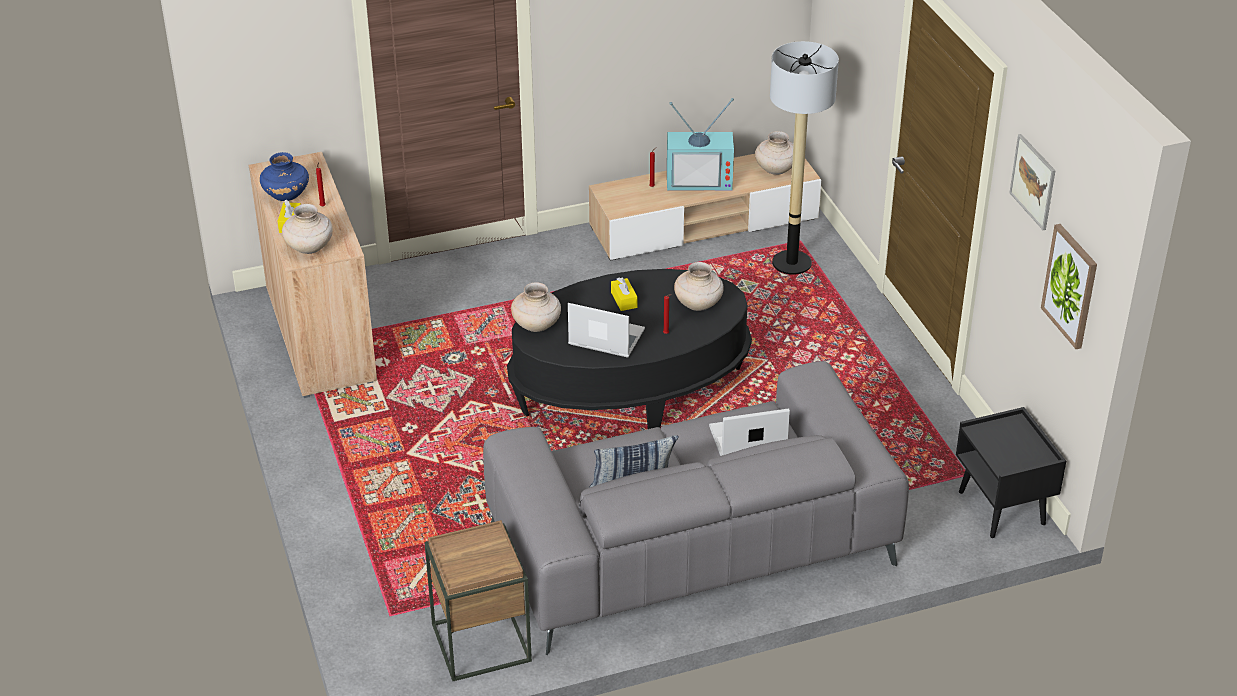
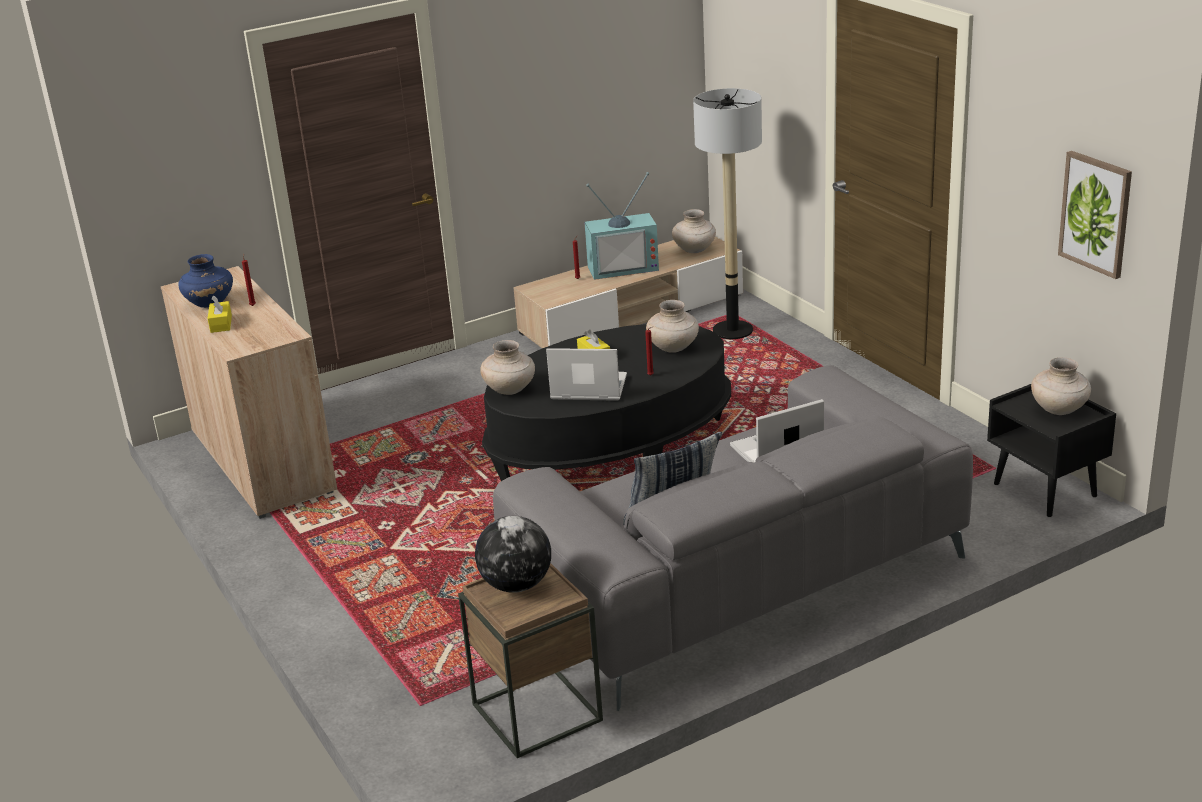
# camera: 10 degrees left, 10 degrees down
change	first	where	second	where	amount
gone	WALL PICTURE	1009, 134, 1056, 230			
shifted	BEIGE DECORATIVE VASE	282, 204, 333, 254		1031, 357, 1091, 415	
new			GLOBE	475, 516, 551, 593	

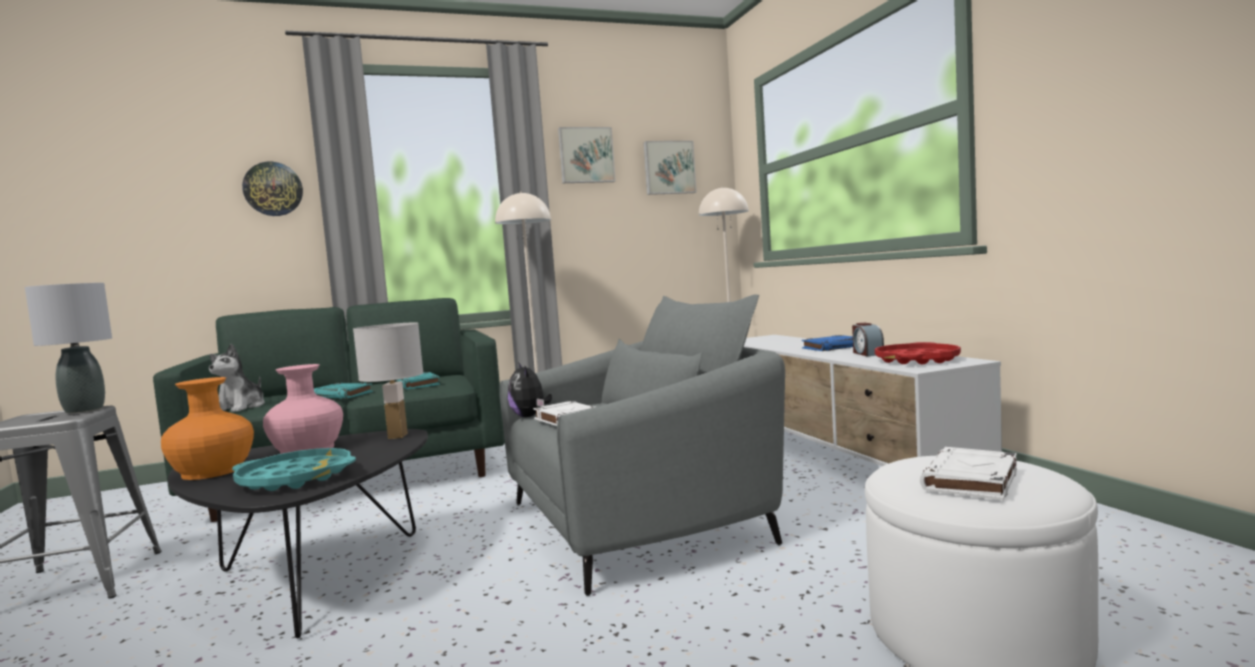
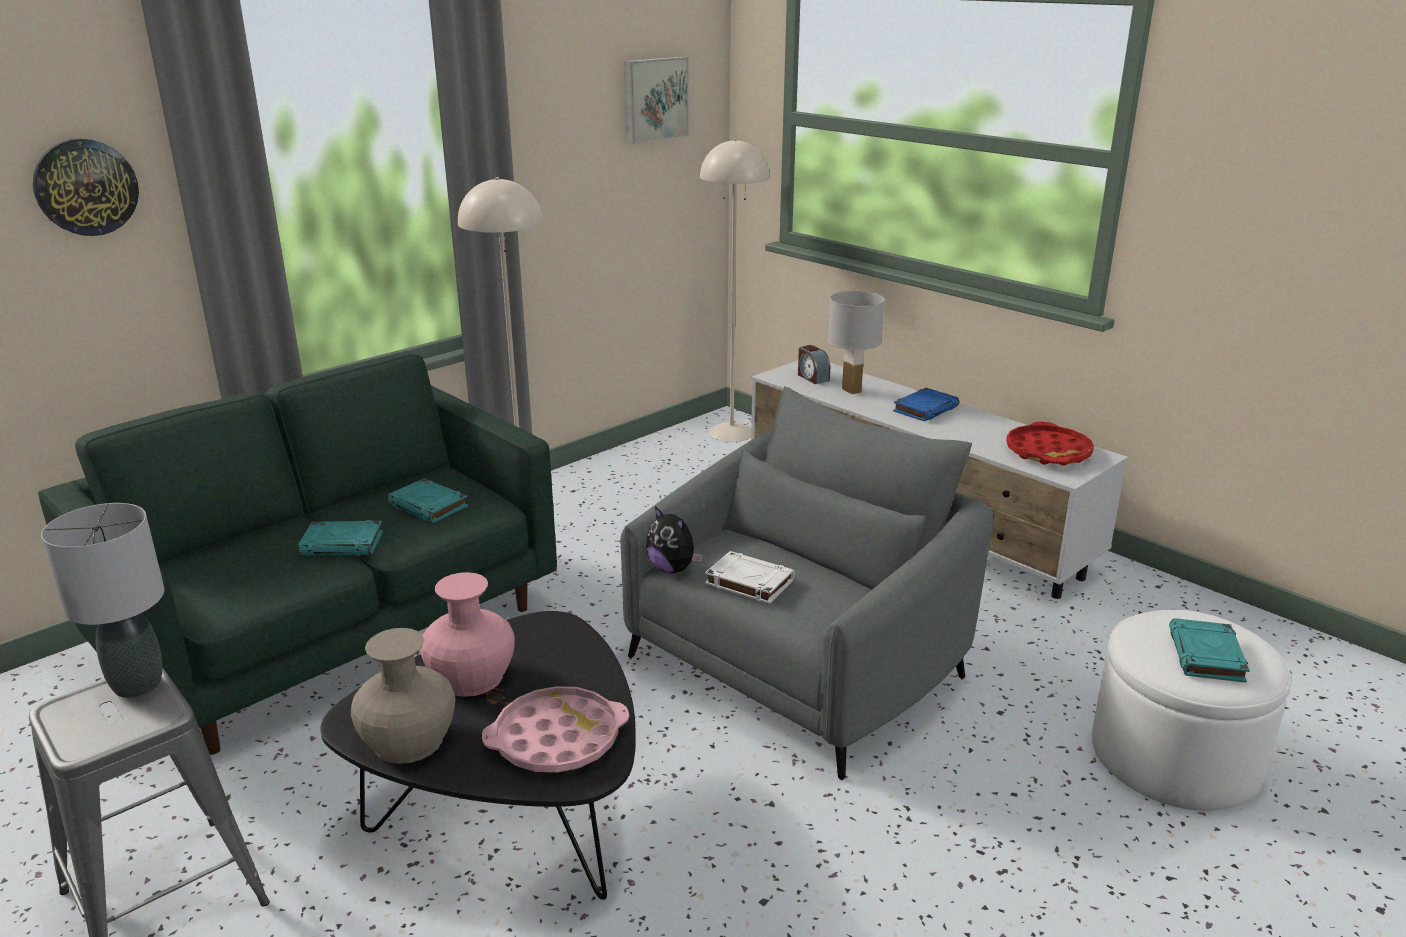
# camera: 25 degrees left, 20 degrees up
change	first	where	second	where	amount
gone	WALL PICTURE	558, 127, 616, 183			
shifted	WHITE-COLOURED TABLETOP LAMP	353, 322, 424, 439		828, 291, 885, 394	
shifted	TABLE CLOCK	852, 323, 884, 356		798, 345, 830, 384	
gone	PLUSH TOY	209, 344, 265, 412			
repainted	ORANGEY DECORATIVE VASE	161, 377, 254, 480	BEIGE DECORATIVE VASE	351, 628, 456, 764	
repainted	WHITE-COLOURED VOLUME	920, 447, 1017, 500	BLUE-GREEN VOLUME	1169, 618, 1250, 683	
repainted	BLUE-GREEN CARRYING TRAY	232, 448, 356, 491	PINKISH CARRYING TRAY	482, 686, 629, 773	

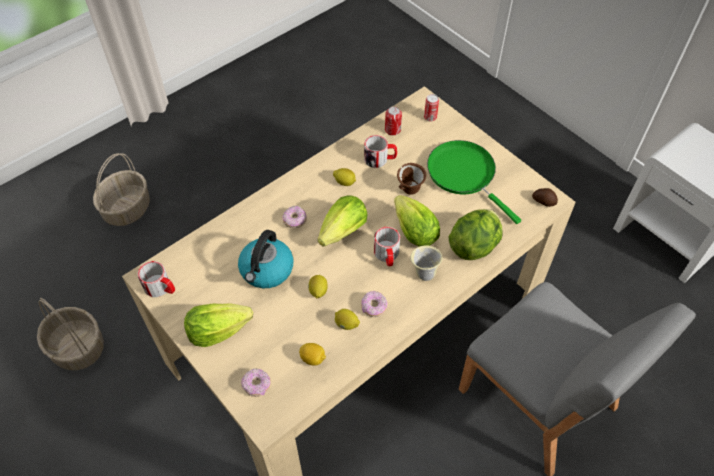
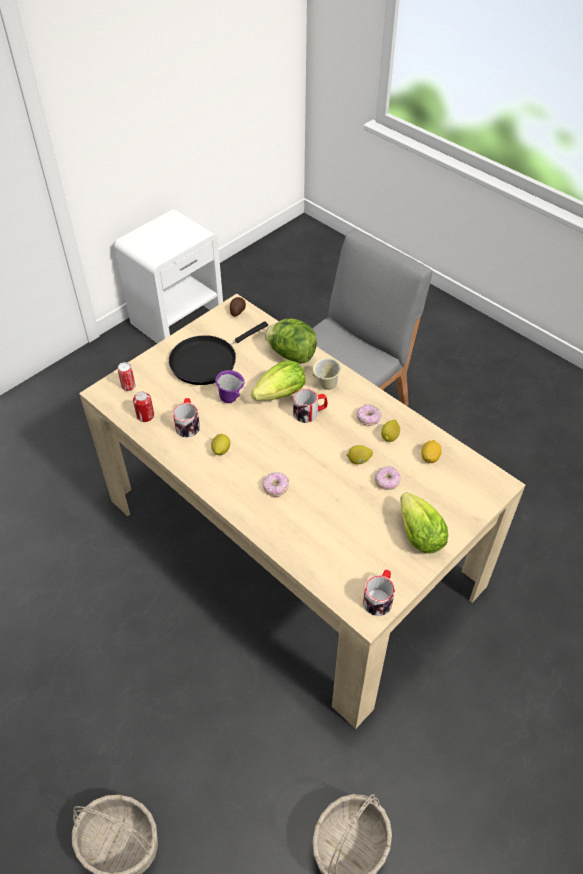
# camera: 95 degrees left, 5 degrees down
change	first	where	second	where	amount
repainted	GREENISH FRYING PAN	427, 140, 521, 224	BLACK FRYING PAN	169, 322, 268, 385	
repainted	BROWN TEA MUG	397, 163, 427, 195	PURPLE-COLOURED TEA MUG	215, 370, 244, 403	
gone	LETTUCE	318, 195, 368, 246			
gone	WATER KETTLE	238, 230, 293, 288			
shifted	DOUGHNUT	241, 368, 271, 397		375, 466, 401, 490	

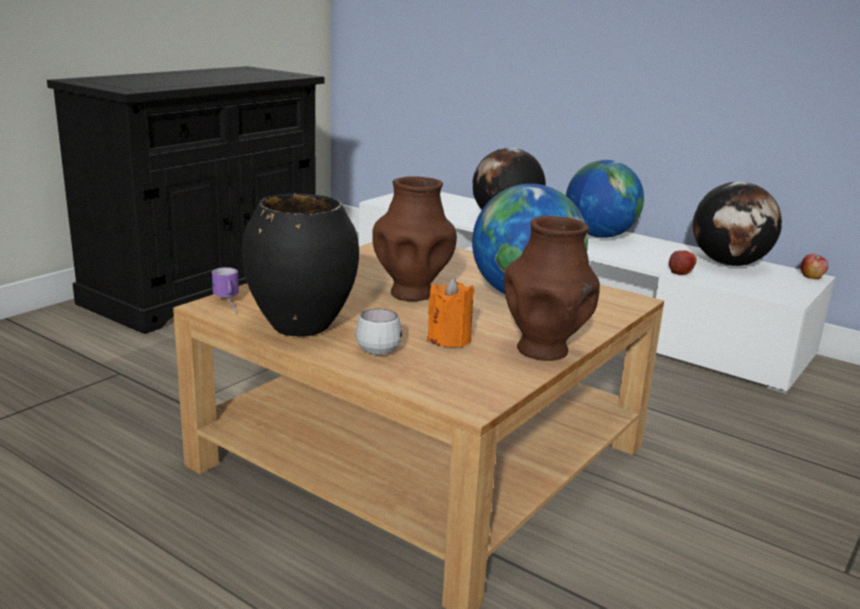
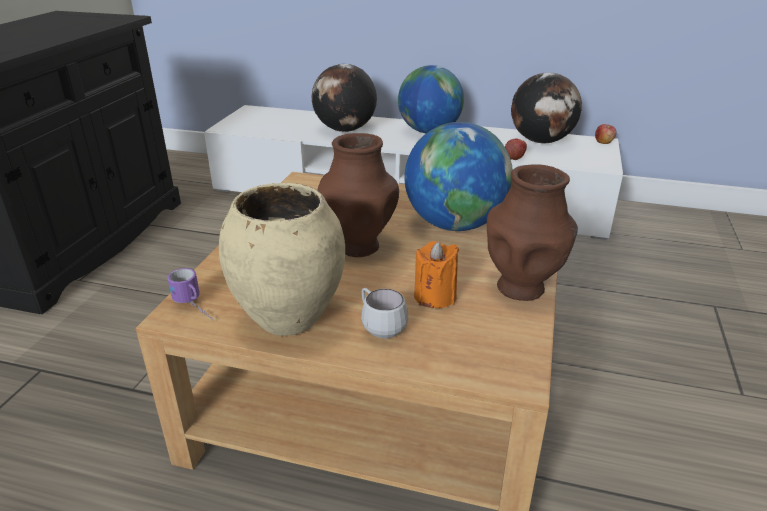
# camera: 20 degrees left, 10 degrees up
change	first	where	second	where	amount
repainted	BLACK DECORATIVE VASE	242, 193, 359, 336	BEIGE DECORATIVE VASE	219, 183, 345, 336	

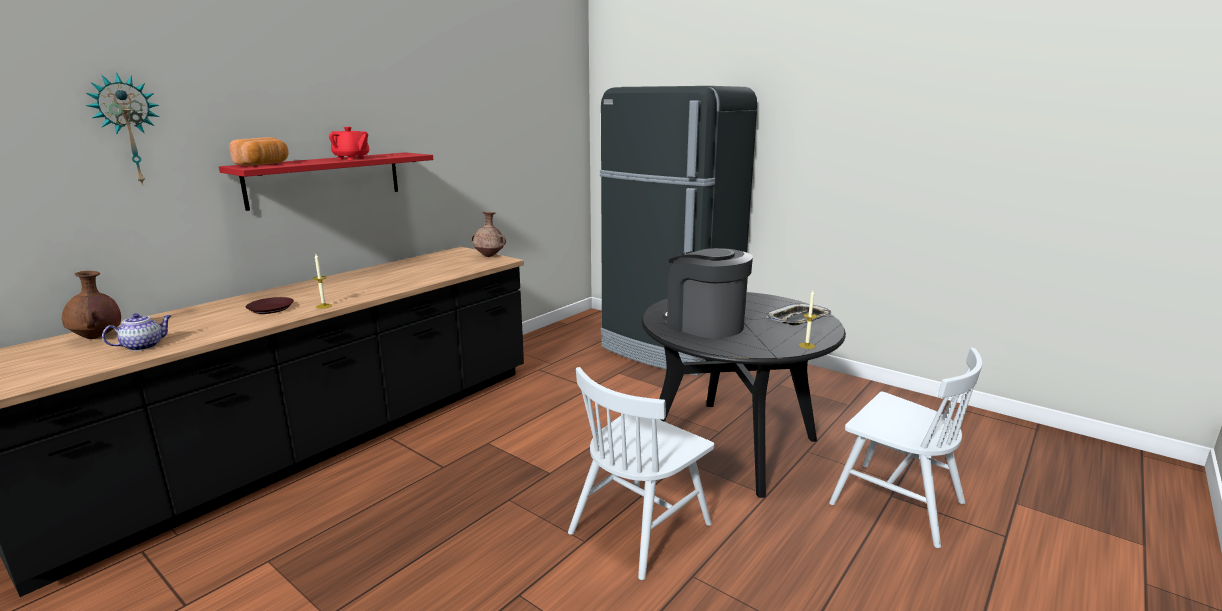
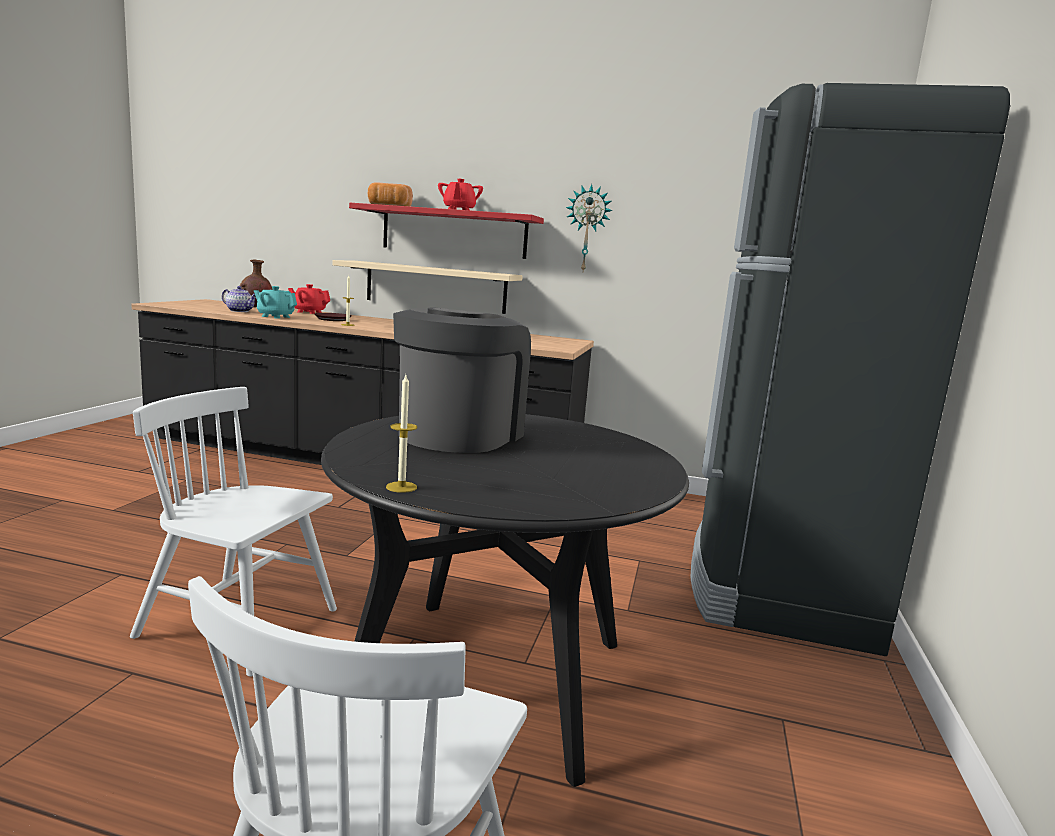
# camera: 65 degrees right, 5 degrees down
change	first	where	second	where	amount
shifted	HANGING CLOCK	86, 73, 159, 186		566, 184, 613, 271	
gone	BROWN DECORATIVE VASE	471, 212, 506, 257			
gone	CARRYING TRAY	766, 303, 831, 325			
new			BEIGE SHELF	333, 260, 523, 314	
new			REDDISH TEAPOT	288, 284, 330, 314	
new			BLUE-GREEN TEAPOT	254, 286, 297, 319	

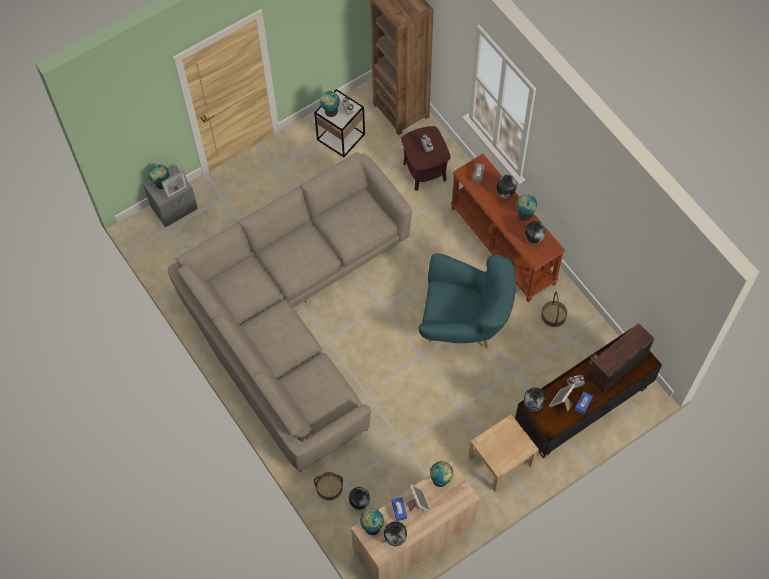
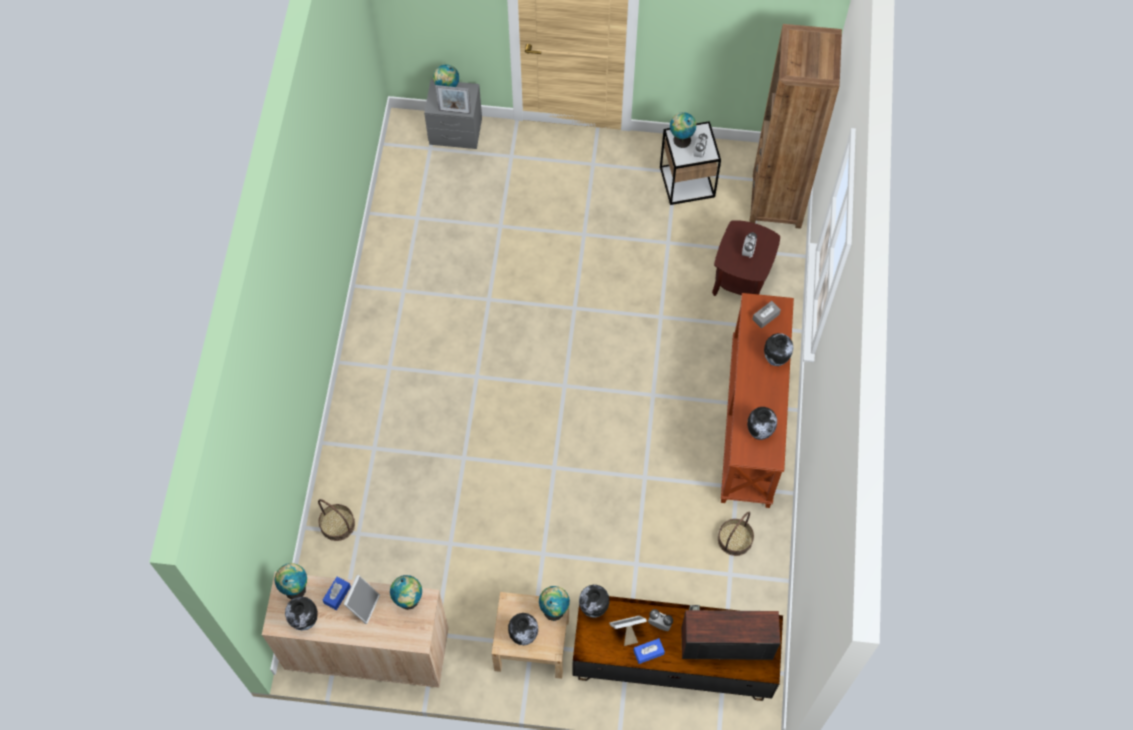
# camera: 40 degrees right, 0 degrees up
change	first	where	second	where	amount
gone	BEIGE COUCH	168, 152, 412, 473			
shifted	GLOBE	516, 194, 537, 221		539, 586, 570, 621	
gone	BLUE-GREEN ARMCHAIR	419, 253, 516, 349			
shifted	DECORATIVE VASE	349, 487, 370, 510		508, 613, 538, 645	

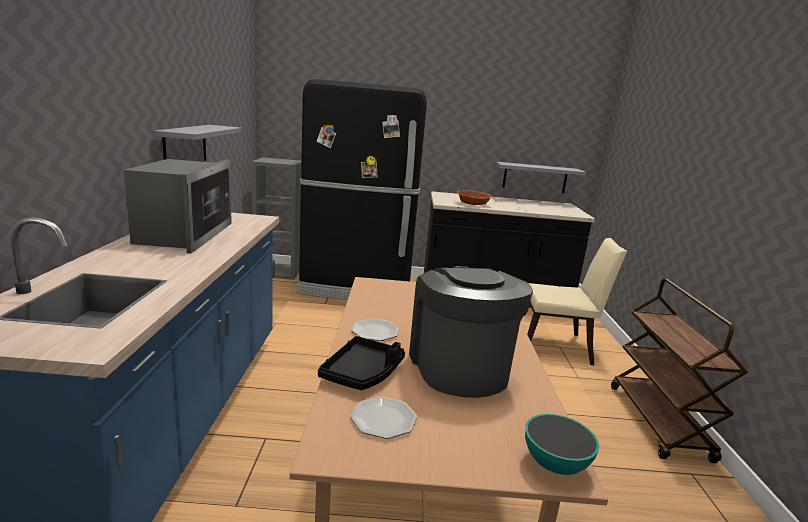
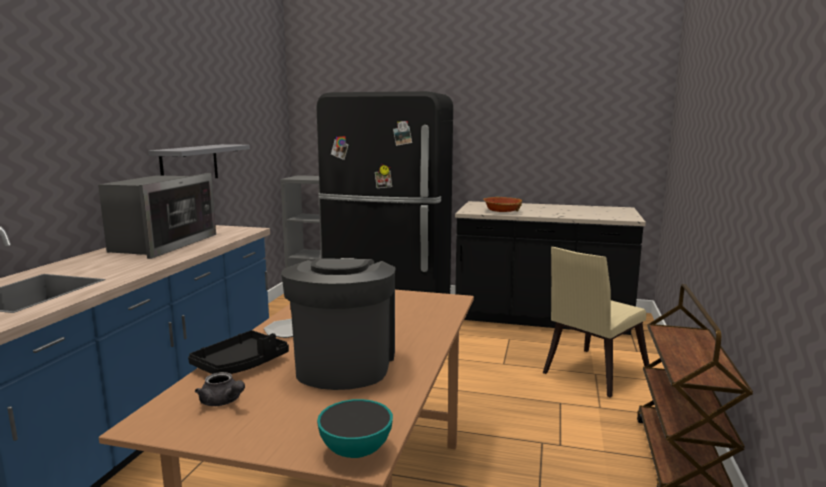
# camera: 15 degrees right, 5 degrees down
change	first	where	second	where	amount
gone	GRAY SHELF	496, 162, 586, 193			
rotated	BEIGE PLAIN CHAIR	521, 238, 627, 365		543, 247, 649, 398	120 degrees clockwise
swapped	DINNER PLATE	350, 396, 417, 439	GRAY TEAPOT	195, 372, 245, 406	

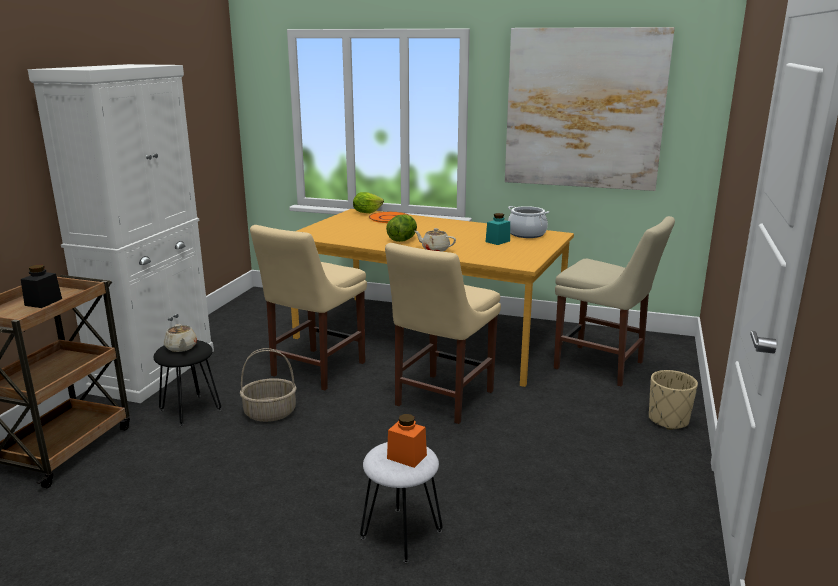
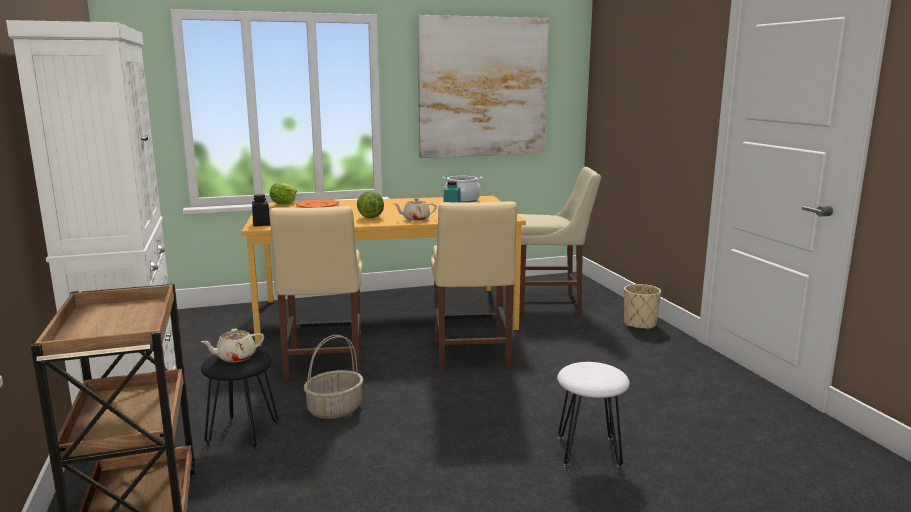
# camera: 35 degrees left, 5 degrees down
change	first	where	second	where	amount
shifted	BLACK STORAGE JAR	21, 265, 62, 308		252, 194, 270, 227	
rotated	BEIGE TEAPOT	164, 324, 197, 352		201, 329, 264, 362	120 degrees clockwise
gone	ORANGEY STORAGE JAR	387, 414, 427, 468			

